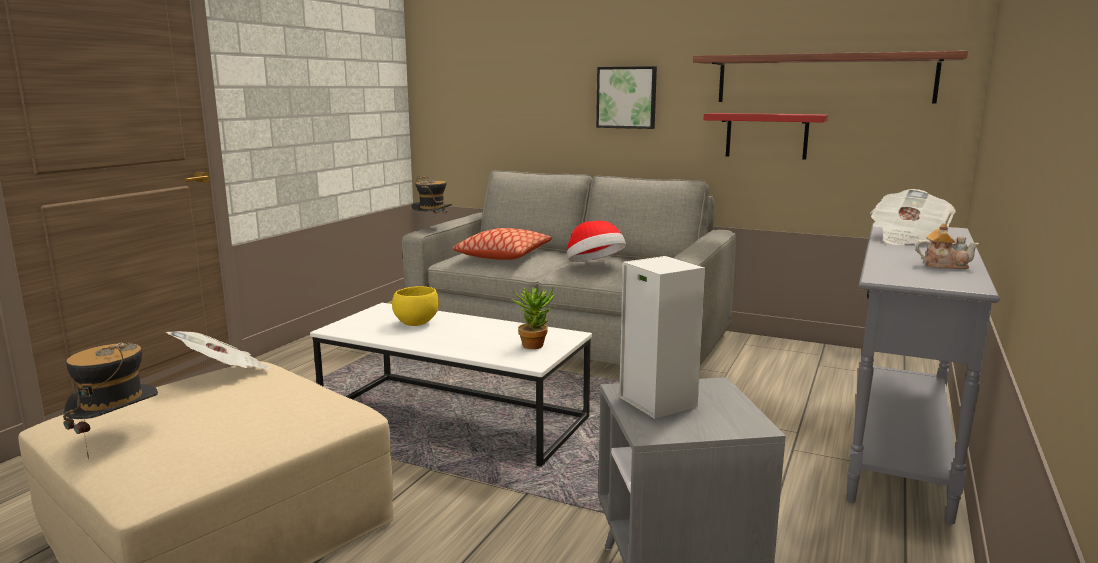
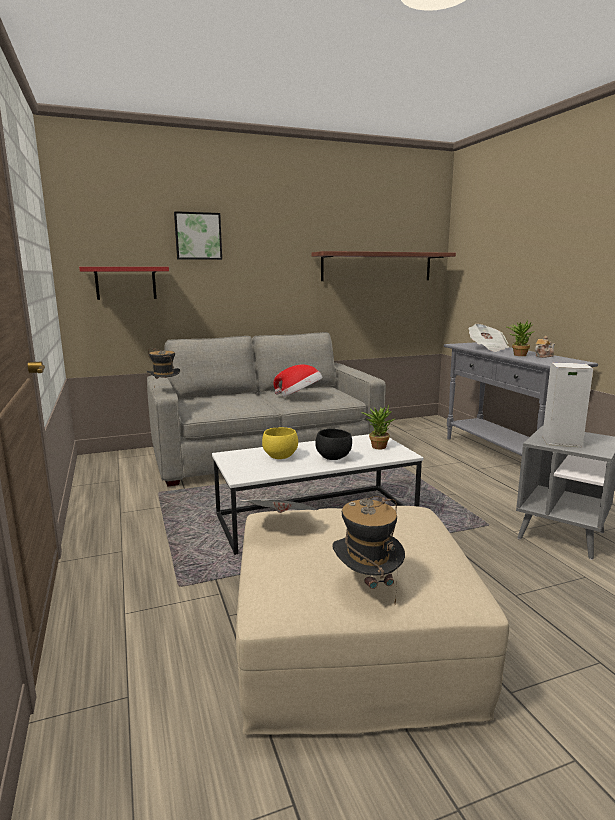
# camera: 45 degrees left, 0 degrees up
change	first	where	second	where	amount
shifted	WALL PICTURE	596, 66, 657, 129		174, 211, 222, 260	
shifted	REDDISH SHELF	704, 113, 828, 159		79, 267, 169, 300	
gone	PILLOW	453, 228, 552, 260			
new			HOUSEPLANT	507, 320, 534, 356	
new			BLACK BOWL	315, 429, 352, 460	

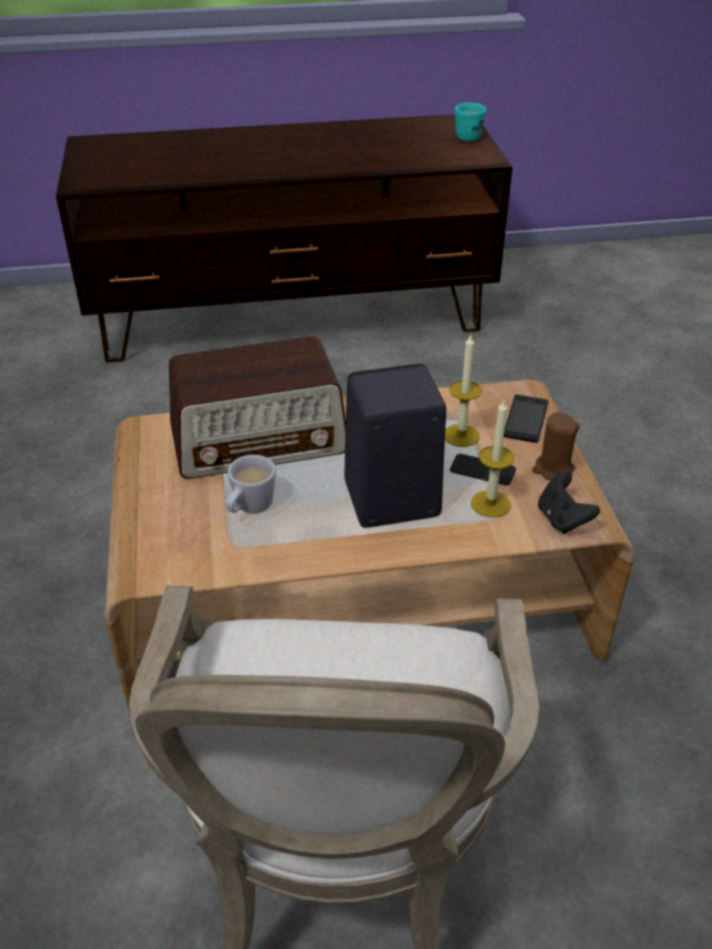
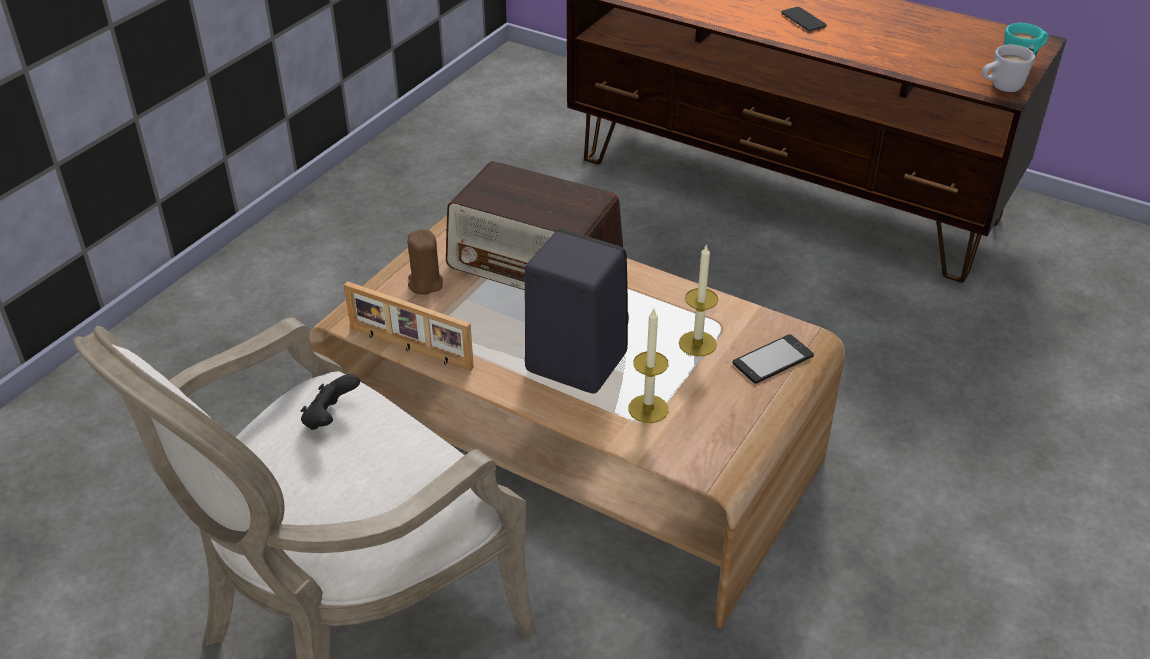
# camera: 40 degrees right, 0 degrees up
change	first	where	second	where	amount
shifted	BROWN WAX LIGHT	532, 412, 579, 481		407, 229, 443, 295	
shifted	TELEPHONE	450, 454, 516, 486		781, 7, 827, 31	
shifted	WHITE-COLOURED TEA MUG	226, 455, 276, 513		982, 45, 1035, 92	
shifted	BLACK GAMEPAD	538, 471, 600, 534		301, 374, 360, 430	
new			STANDING FRAME	344, 281, 474, 371	

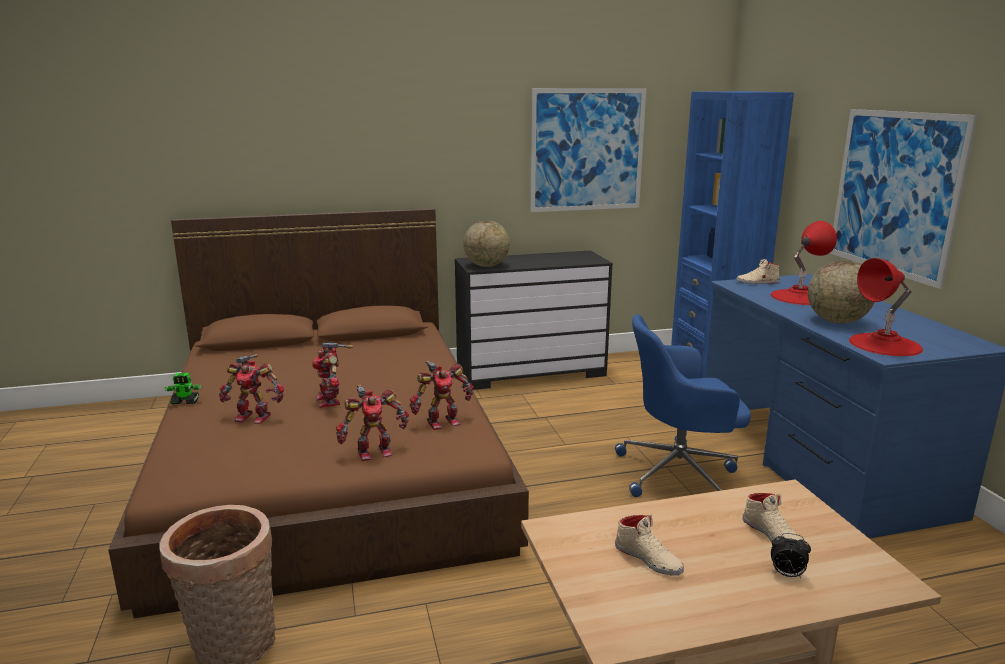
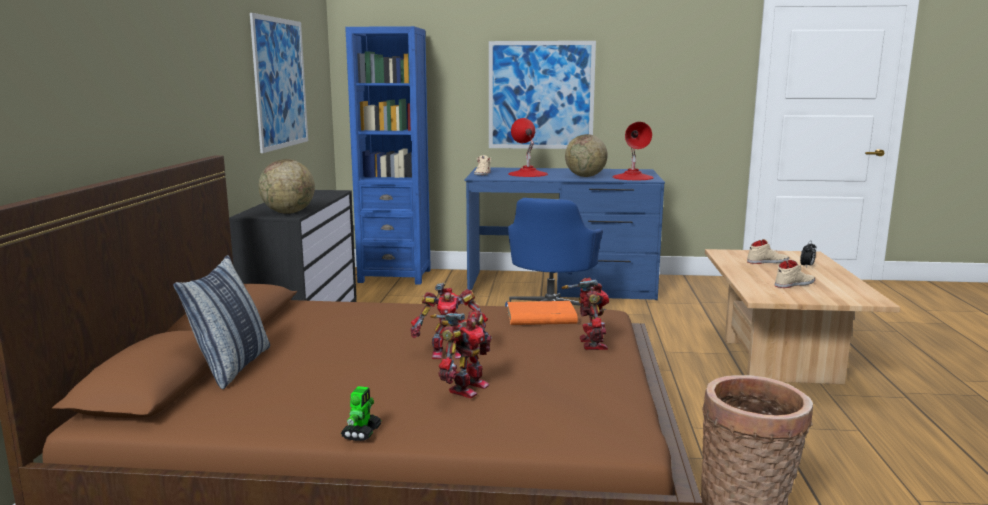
# camera: 70 degrees left, 5 degrees down
change	first	where	second	where	amount
swapped	TOY ROBOT	410, 361, 474, 430	ORANGEY VOLUME	507, 301, 578, 325	
new			PILLOW	173, 255, 270, 389	

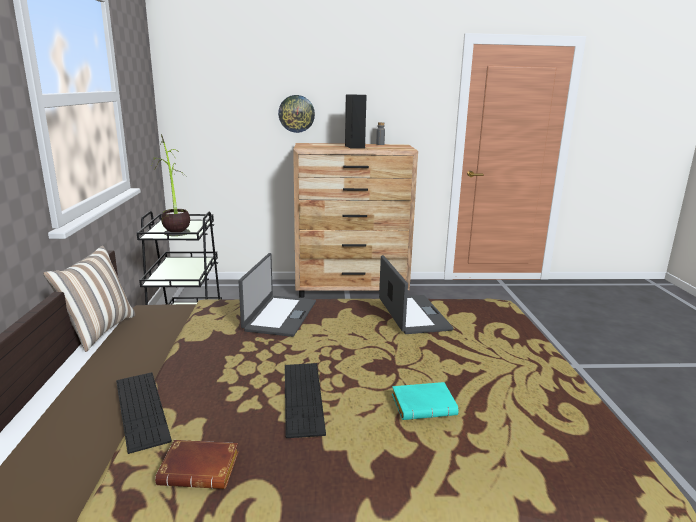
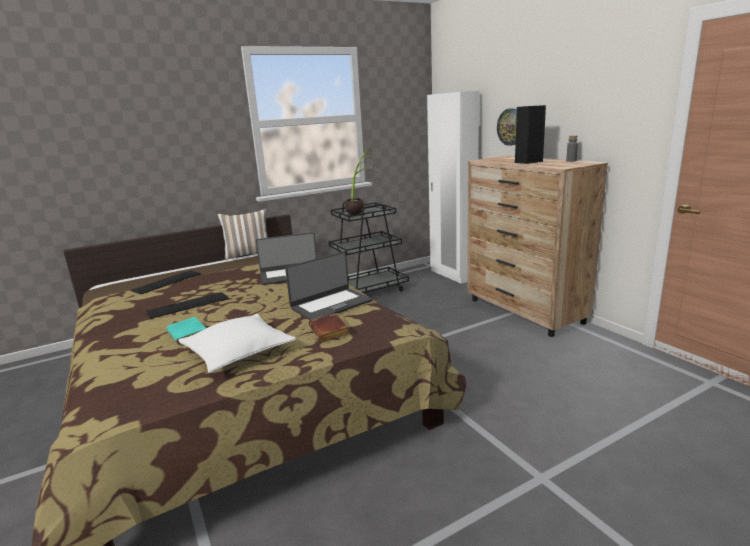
# camera: 65 degrees right, 0 degrees up
change	first	where	second	where	amount
shifted	BROWN VOLUME	155, 440, 239, 489		309, 313, 350, 342	
new			WHITE-COLOURED CLOTHES CUPBOARD	427, 91, 479, 284	
new			WHITE-COLOURED PILLOW	178, 314, 296, 373	

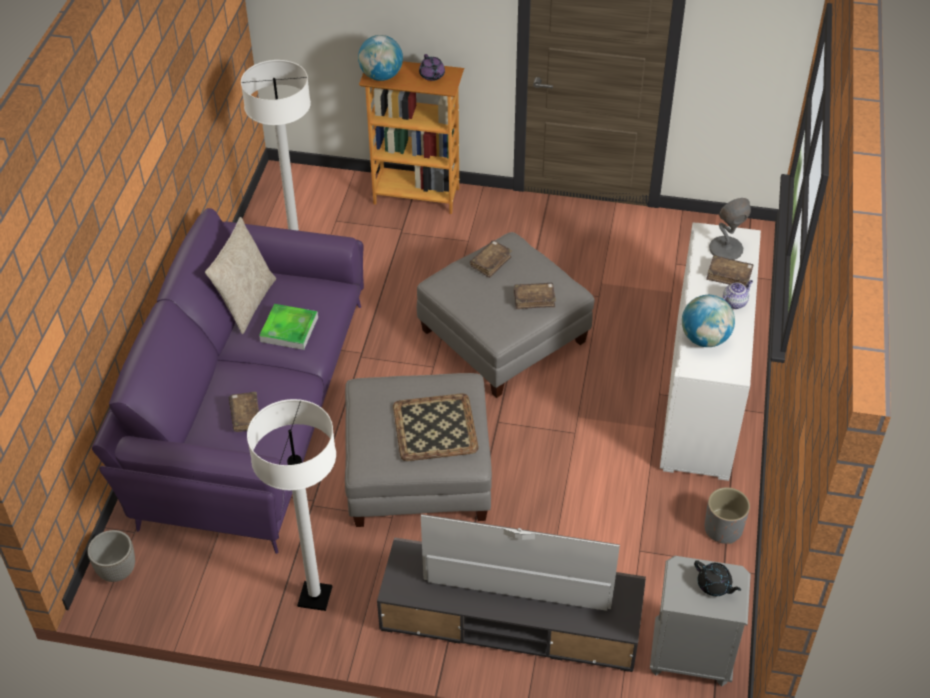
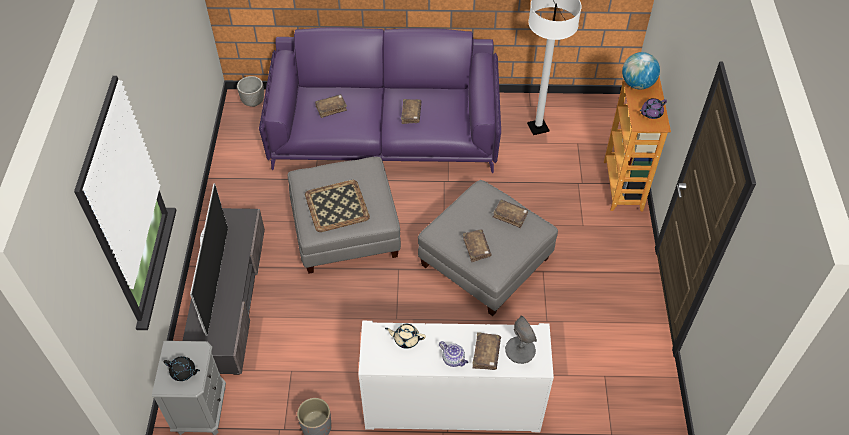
# camera: 80 degrees right, 5 degrees up
change	first	where	second	where	amount
gone	BEIGE PILLOW	205, 217, 276, 334			
swapped	GLOBE	682, 295, 735, 347	BEIGE TEAPOT	385, 324, 426, 349	
swapped	CARRYING TRAY	259, 304, 318, 350	BROWN VOLUME	401, 99, 422, 124	
gone	WHITE-COLOURED FLOOR LAMP	247, 399, 336, 611			
rotated	BLACK TEAPOT	694, 560, 741, 596		164, 356, 200, 381	105 degrees counterclockwise

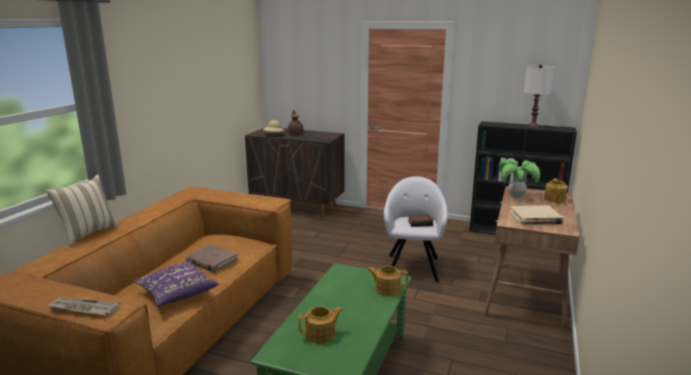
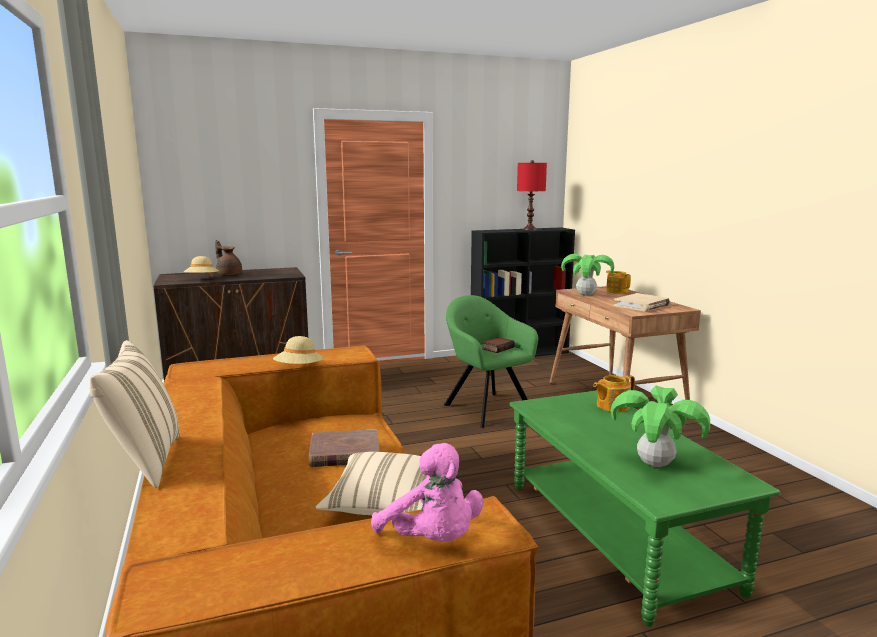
# camera: 40 degrees left, 5 degrees down
change	first	where	second	where	amount
repainted	WHITE-COLOURED TABLETOP LAMP	524, 64, 555, 128	REDDISH TABLETOP LAMP	517, 160, 547, 230	
repainted	GRAY ARMCHAIR	384, 177, 448, 283	GREENISH ARMCHAIR	444, 295, 538, 428	
repainted	PURPLE-COLOURED PILLOW	134, 262, 218, 306	BEIGE PILLOW	315, 452, 428, 515	
swapped	PRINTED PAPER	48, 298, 121, 315	PINKISH PLUSH TOY	371, 443, 483, 541	
swapped	TEAPOT	298, 306, 343, 344	HOUSEPLANT	610, 386, 710, 467	
new			BEIGE HAT	273, 336, 324, 364	

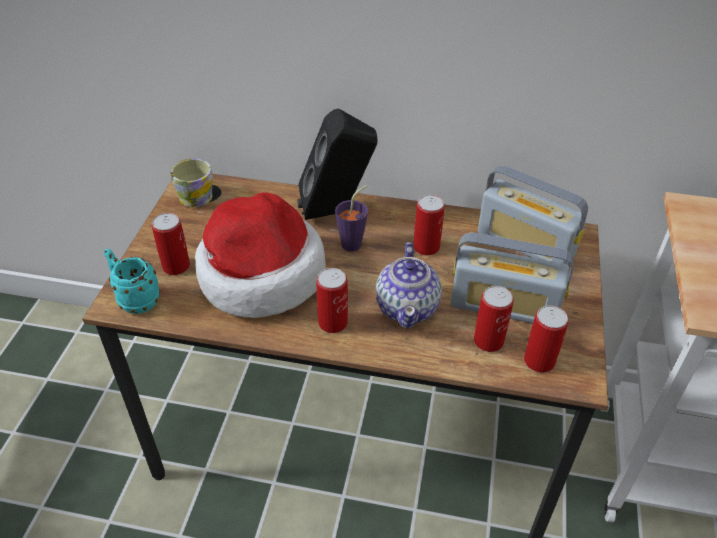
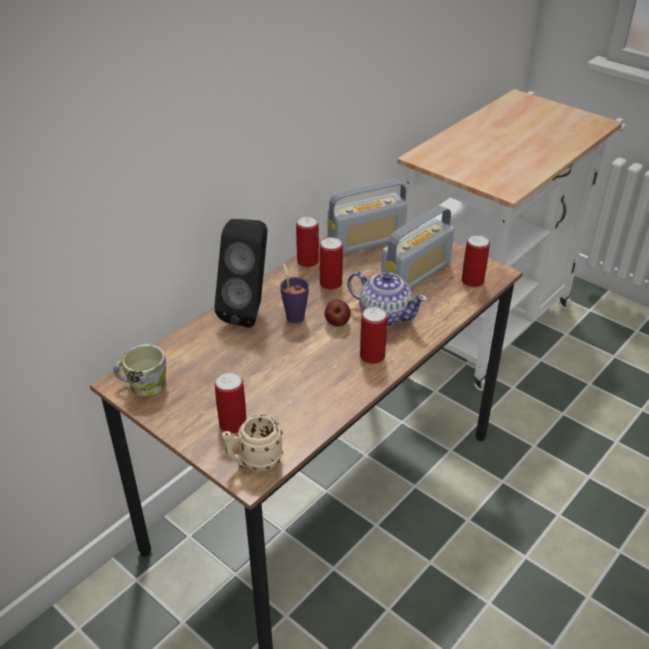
# camera: 60 degrees left, 5 degrees down
change	first	where	second	where	amount
gone	HAT	195, 192, 326, 318			
repainted	BLUE-GREEN TEA MUG	103, 249, 160, 314	BEIGE TEA MUG	222, 415, 283, 472	
shifted	SEALED CAN	474, 286, 514, 352		296, 216, 319, 267	
new			APPLE FRUIT	325, 300, 350, 327	

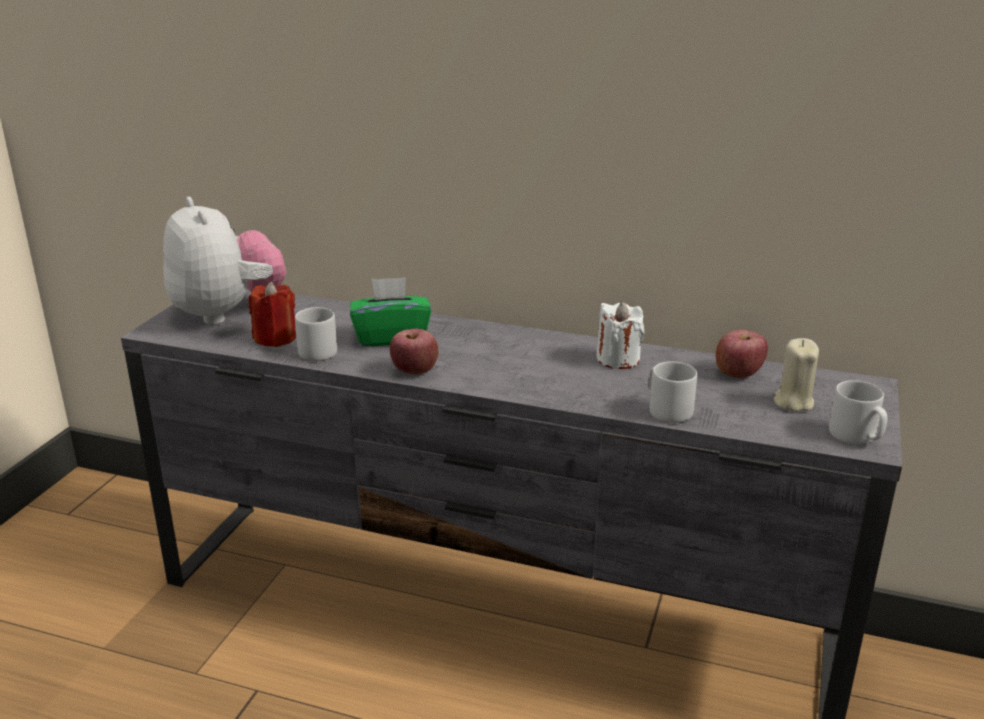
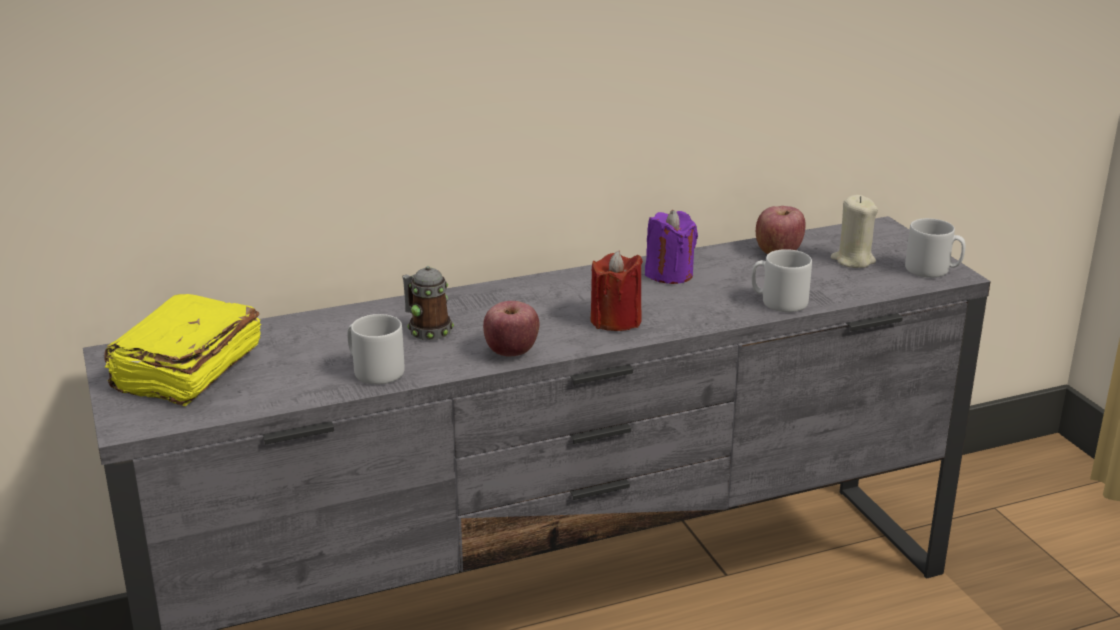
# camera: 40 degrees left, 0 degrees up
change	first	where	second	where	amount
swapped	PLUSH TOY	163, 197, 286, 325	YELLOWISH VOLUME	104, 294, 262, 406	
swapped	GREENISH TISSUE BOX	350, 277, 432, 347	TEA MUG	402, 266, 454, 340	
shifted	REDDISH WAX LIGHT	249, 282, 296, 347		591, 250, 643, 331	
repainted	WHITE-COLOURED WAX LIGHT	597, 302, 644, 369	PURPLE-COLOURED WAX LIGHT	645, 210, 698, 284	

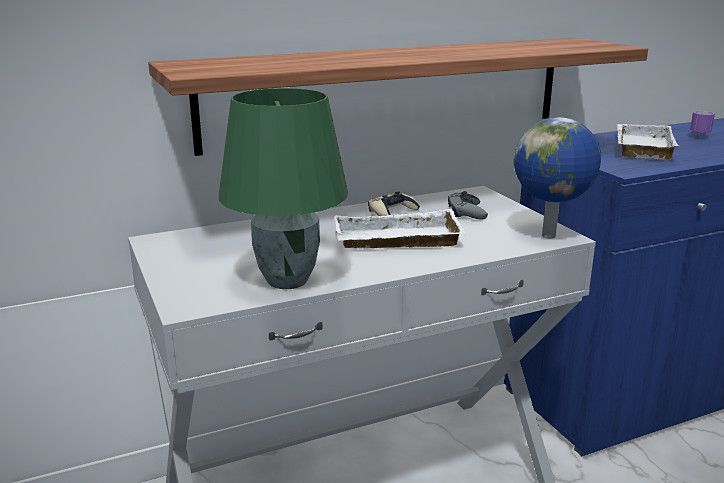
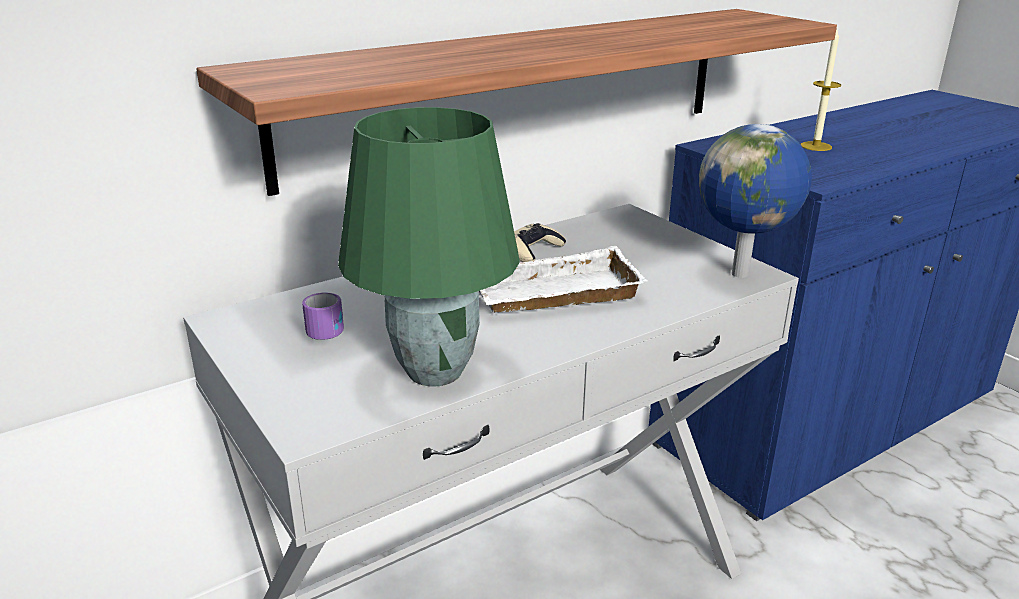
# camera: 10 degrees left, 5 degrees up
change	first	where	second	where	amount
shifted	TEA MUG	690, 111, 715, 136		302, 292, 344, 340	
swapped	WHITE-COLOURED CARRYING TRAY	617, 124, 679, 160	WAX LIGHT	801, 29, 841, 151	
gone	GRAY GAMEPAD	448, 191, 488, 220			

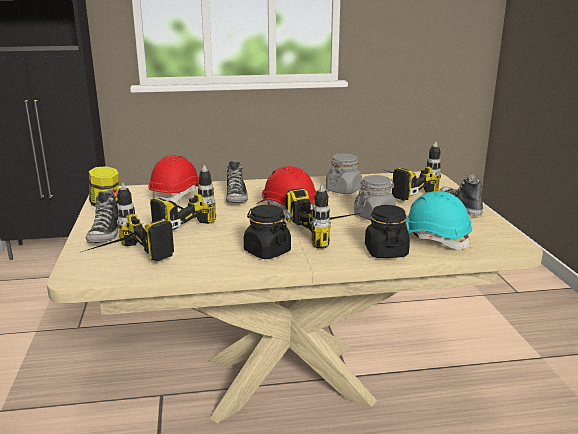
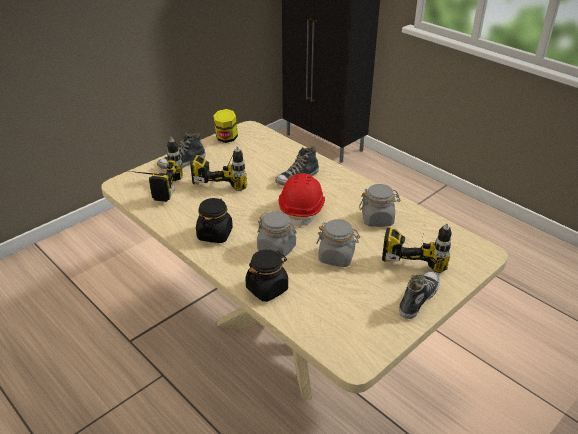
# camera: 55 degrees right, 15 degrees up
change	first	where	second	where	amount
gone	REDDISH SAFETY HELMET	148, 155, 199, 202			
swapped	ELECTRIC DRILL	285, 185, 360, 248	GRAY STORAGE JAR	257, 211, 297, 259	
gone	BLUE-GREEN SAFETY HELMET	405, 191, 472, 249			

